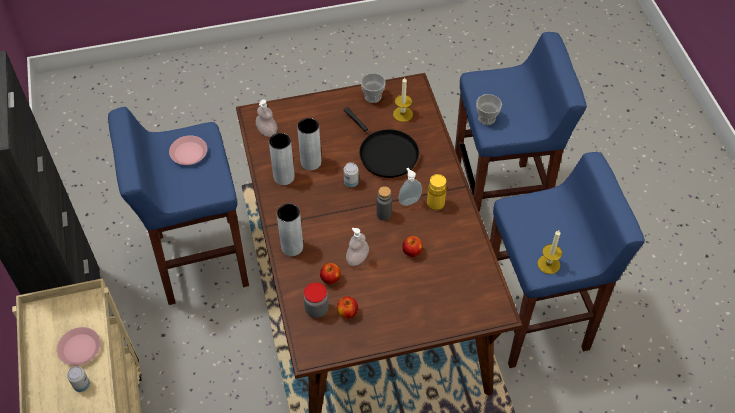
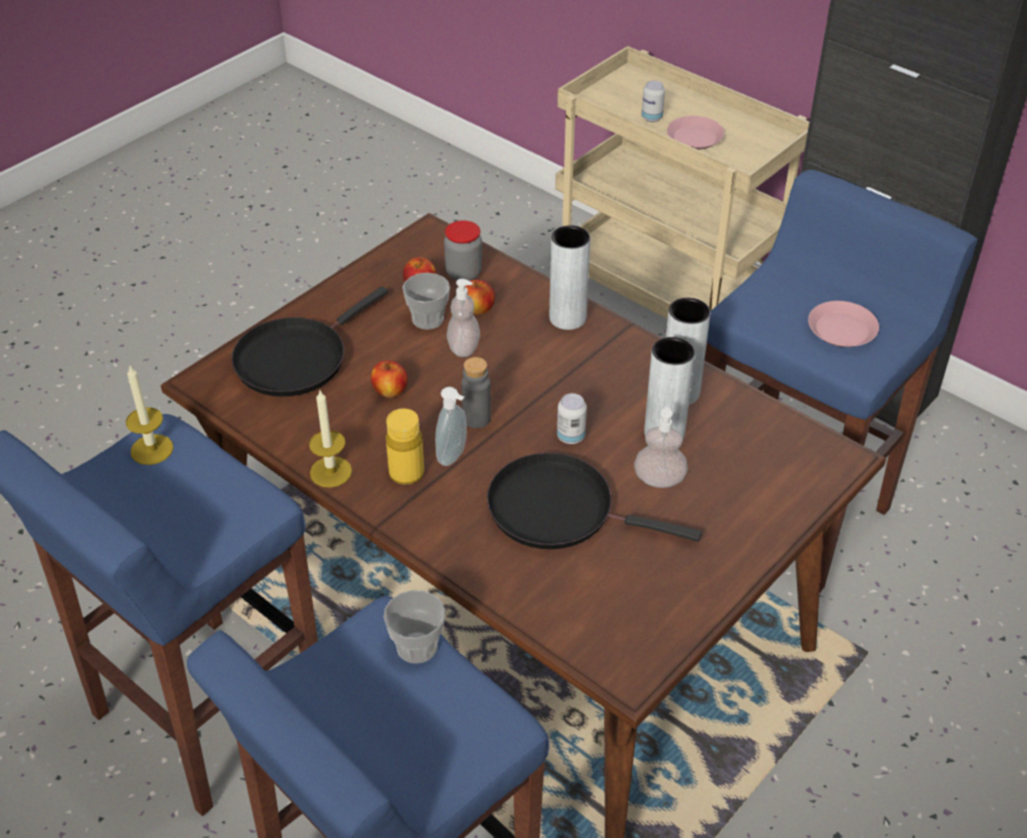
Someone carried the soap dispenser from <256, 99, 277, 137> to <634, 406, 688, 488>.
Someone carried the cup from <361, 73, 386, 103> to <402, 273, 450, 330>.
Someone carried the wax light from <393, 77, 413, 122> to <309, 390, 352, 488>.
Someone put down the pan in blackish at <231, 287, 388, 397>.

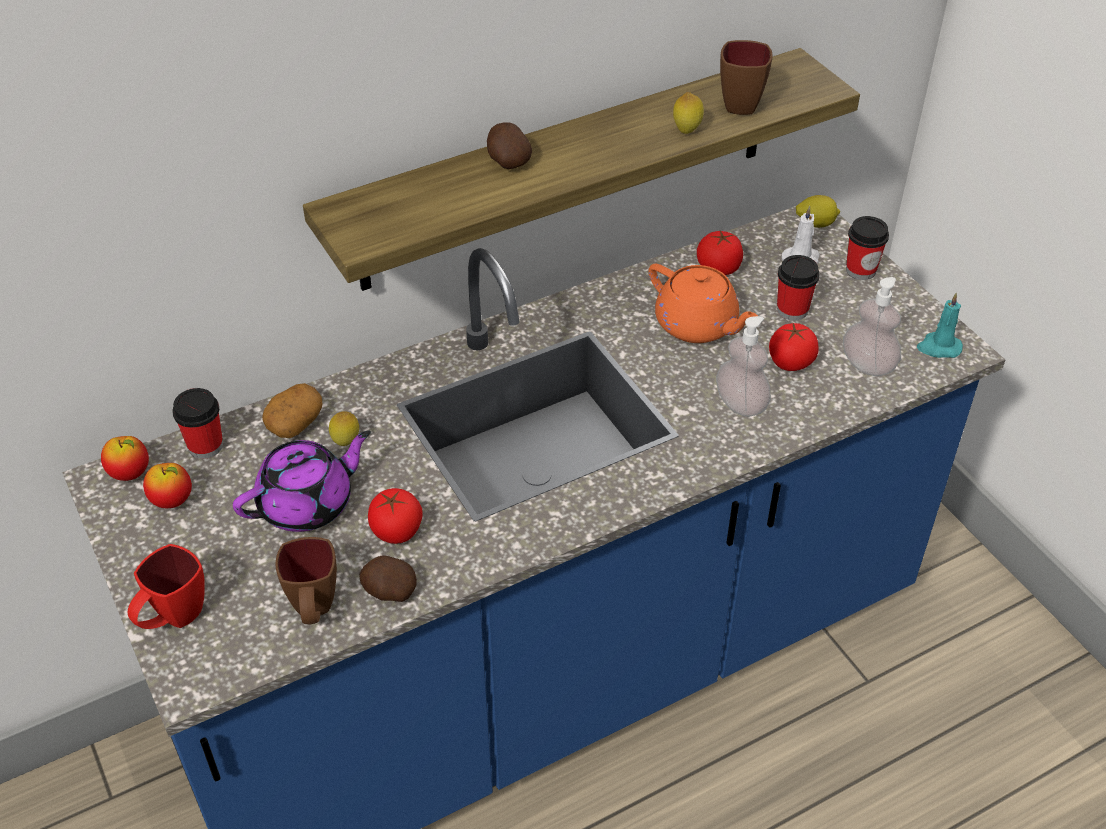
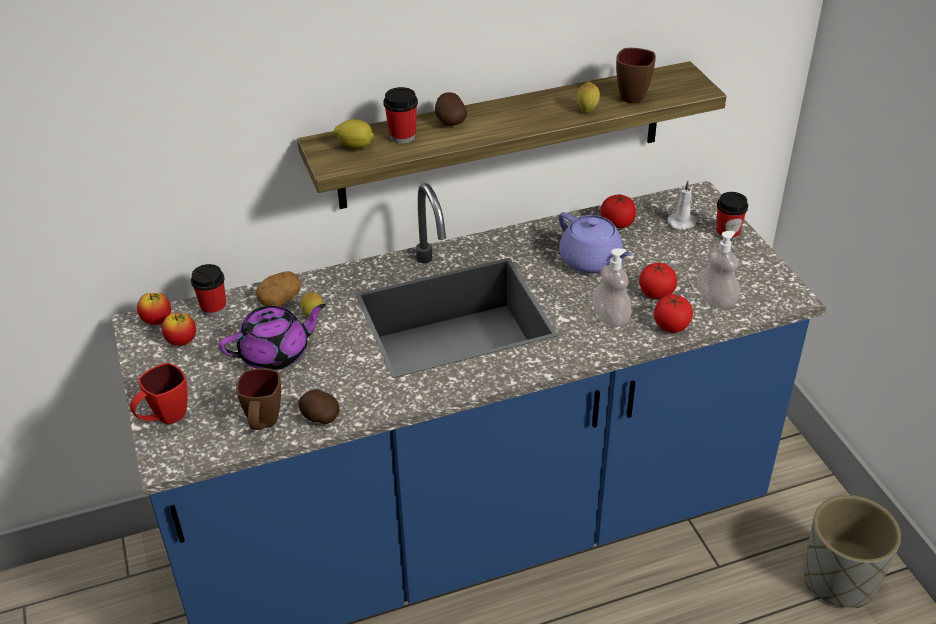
Someone carried the tomato from <368, 488, 423, 544> to <654, 295, 693, 333>.
Someone repainted the pot for tea in orange at <649, 264, 758, 343>, which became the pot for tea in purple-coloured at <559, 212, 632, 274>.
Someone carried the cup from <777, 255, 820, 321> to <383, 87, 418, 144>.
Someone carried the lemon from <796, 195, 840, 228> to <334, 119, 374, 149>.
Someone took away the wax light in turquoise at <917, 293, 963, 358>.
Someone put down the plant pot in greyish at <804, 495, 901, 608>.

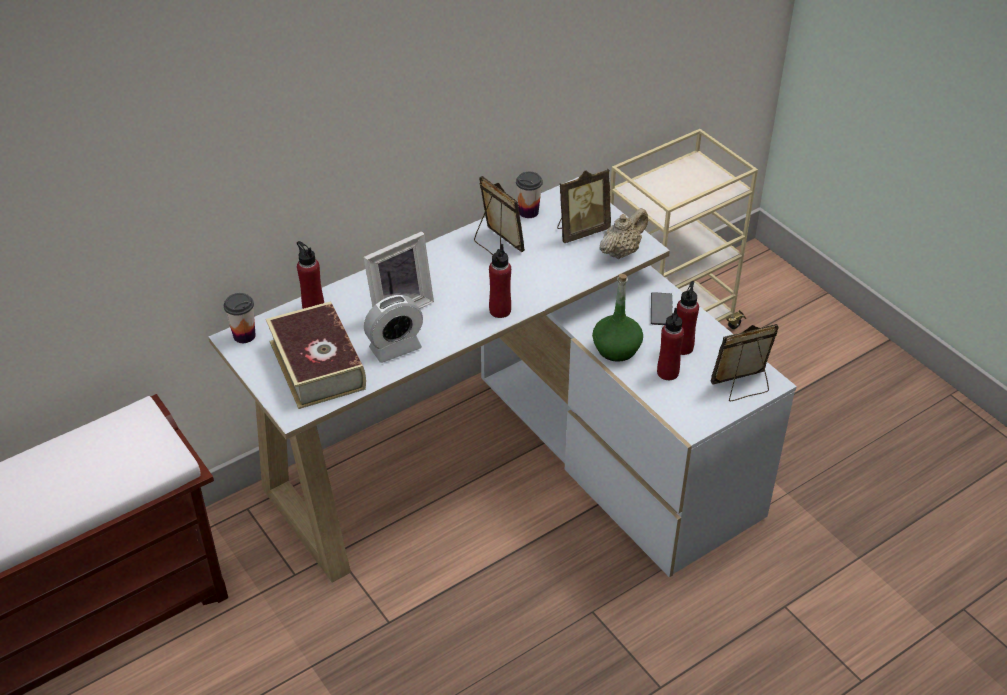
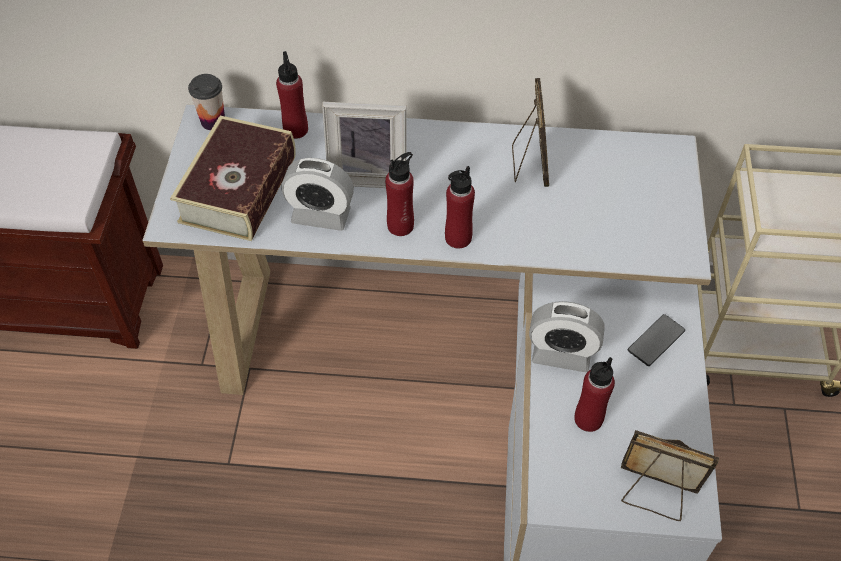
Someone took away the cup at <516, 172, 543, 218>.
Someone took away the picture frame at <557, 169, 611, 243>.
Someone swapped the drink bottle in green at <592, 274, 643, 362> for the alarm clock at <529, 301, 605, 373>.
Someone took away the pot for tea in beige-coloured at <599, 208, 648, 259>.
Someone carried the drink bottle in reddish from <677, 281, 699, 355> to <385, 152, 414, 236>.

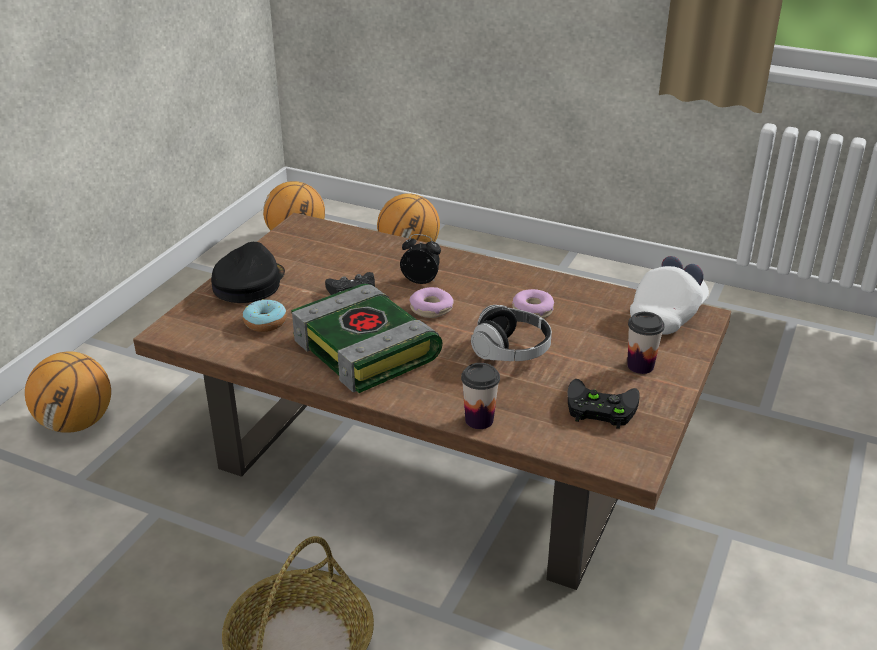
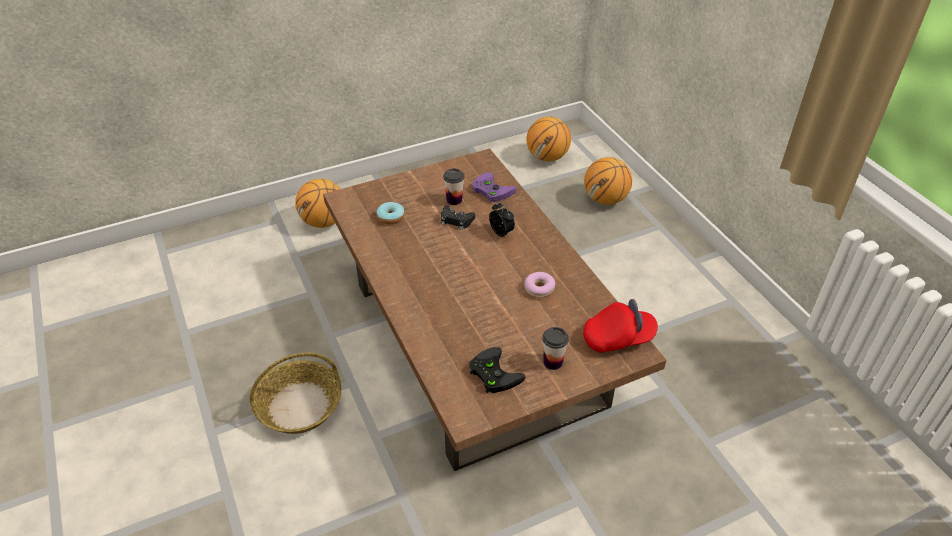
Someone took away the baseball cap in blackish at <211, 242, 285, 303>.
Someone took away the volume at <291, 283, 443, 393>.
Someone took away the doughnut at <409, 287, 454, 318>.
Someone carried the cup from <461, 363, 500, 429> to <443, 168, 464, 205>.
Someone took away the headset at <471, 305, 552, 361>.
Someone repainted the baseball cap in white-coloured at <630, 256, 709, 335>, which became the baseball cap in reddish at <583, 299, 658, 353>.
Someone put down the game controller in purple-coloured at <472, 172, 517, 203>.

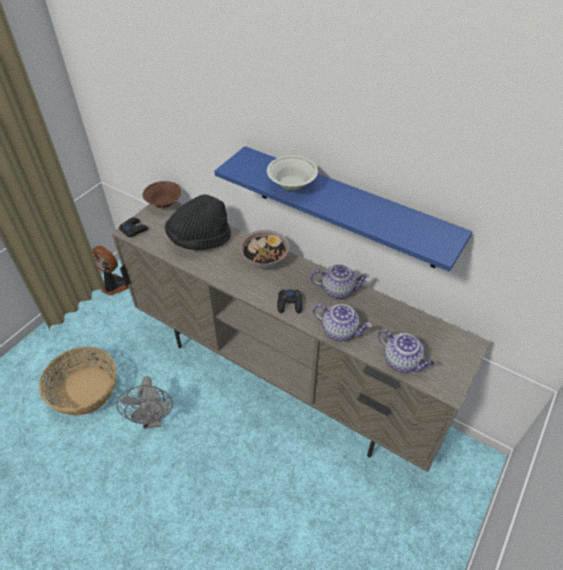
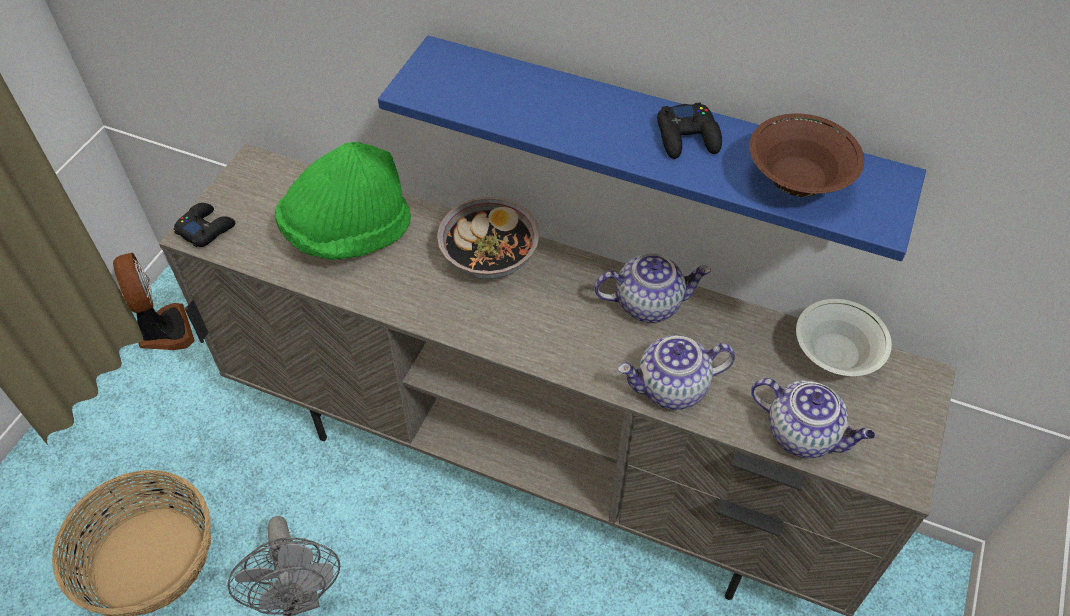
Someone rotated the cooling fan at <92, 246, 129, 296> by 45 degrees clockwise.
Someone carried the serving bowl in brownish from <143, 181, 181, 208> to <749, 113, 864, 197>.
Someone repainted the clothing hat in blackish at <165, 194, 231, 250>, which became the clothing hat in green at <275, 142, 411, 260>.
Someone carried the serving bowl in white-coloured from <267, 155, 318, 191> to <796, 299, 892, 376>.
Someone carried the game controller in blackish from <277, 290, 303, 313> to <657, 102, 722, 159>.
Someone rotated the pot for tea at <313, 304, 372, 341> by 150 degrees clockwise.

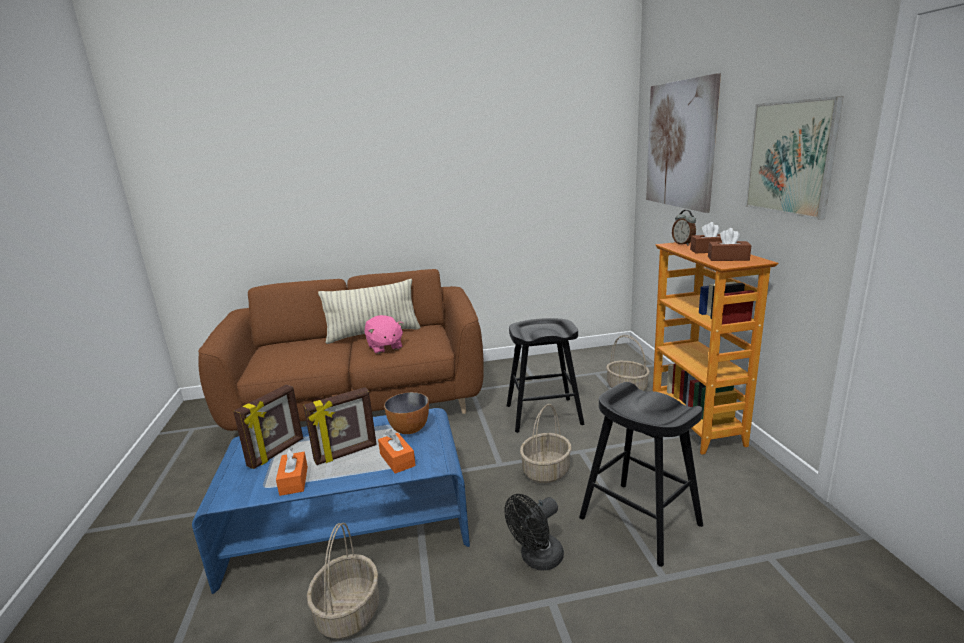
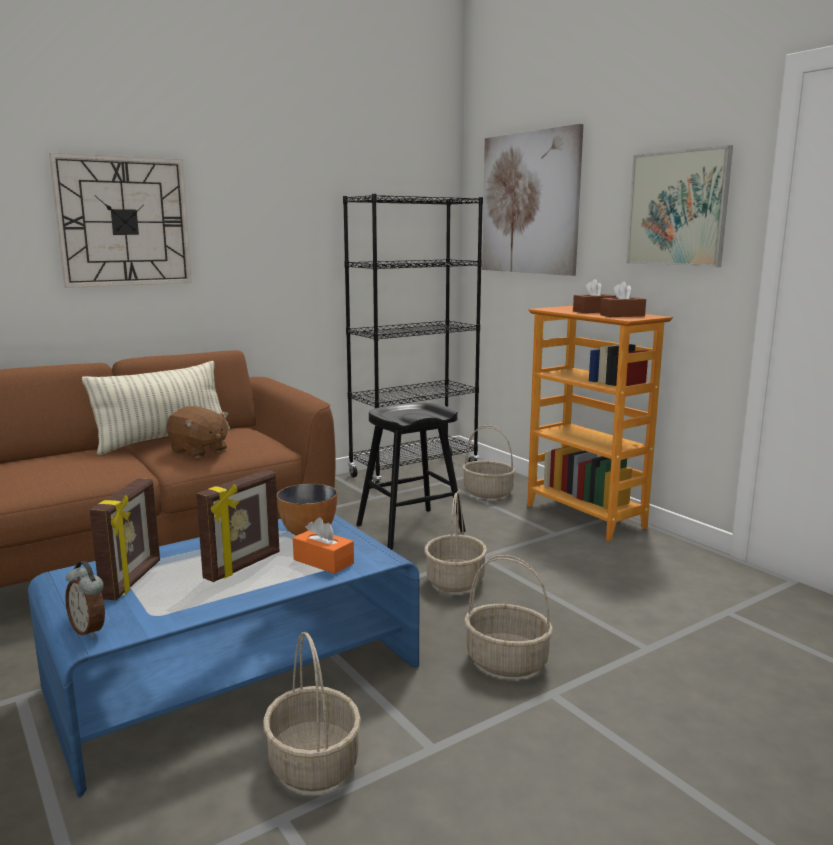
Someone took away the tissue box in orange at <276, 448, 308, 496>.
Someone repainted the soft toy in pink-coloured at <365, 315, 403, 354>, which became the soft toy in brownish at <166, 406, 229, 458>.
Someone swapped the cooling fan in blackish at <505, 494, 564, 571> for the basket at <464, 555, 553, 677>.
Someone took away the stool seat in blackish at <579, 382, 703, 567>.
Someone carried the alarm clock from <672, 210, 696, 246> to <65, 561, 105, 638>.
Someone put up the hanging clock at <49, 153, 192, 288>.
Someone put down the bookcase in blackish at <343, 194, 483, 489>.

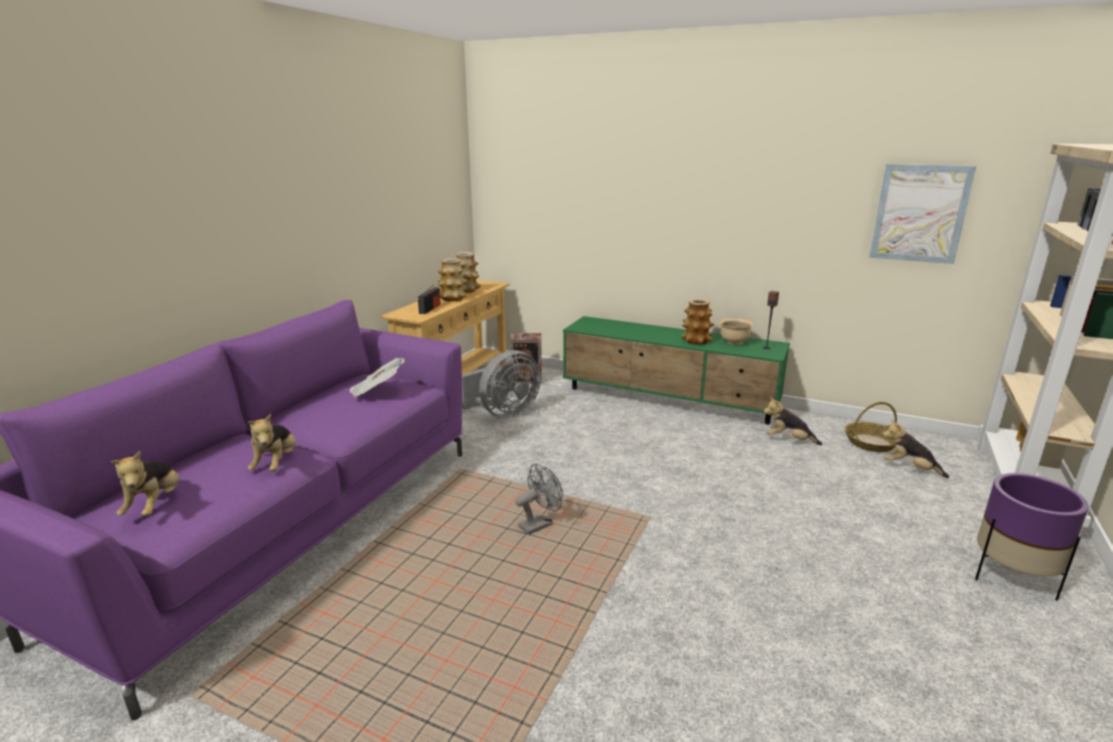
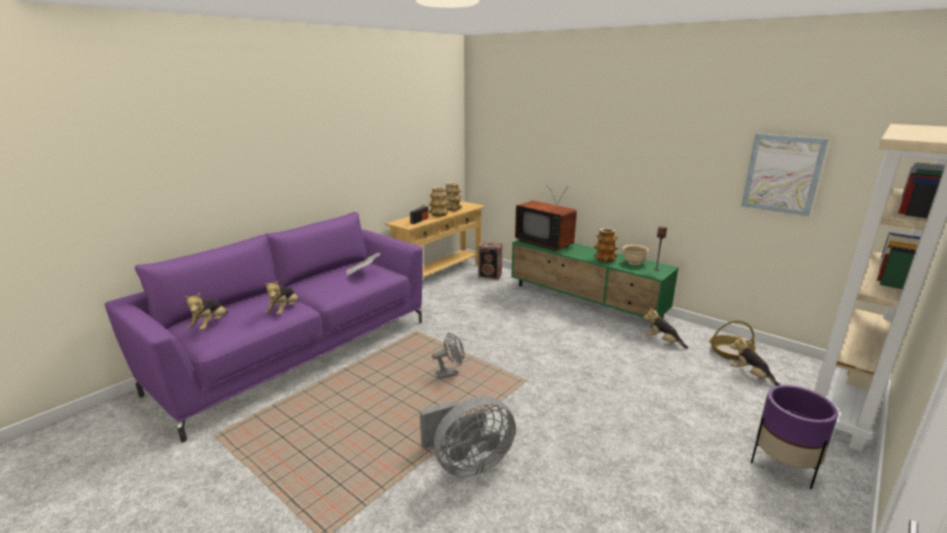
Someone carried the cooling fan in greyish from <462, 350, 541, 418> to <420, 396, 516, 477>.
Someone put down the TV set at <515, 187, 577, 251>.

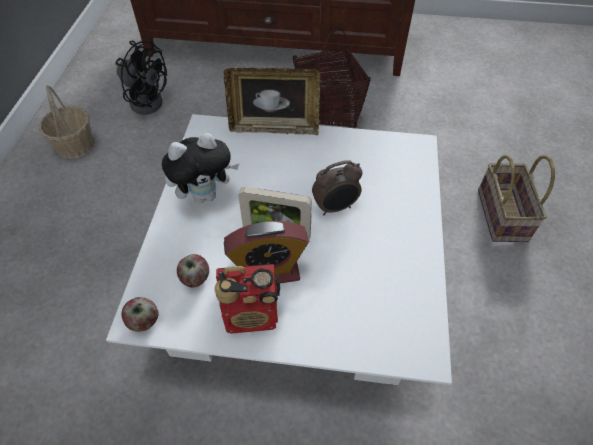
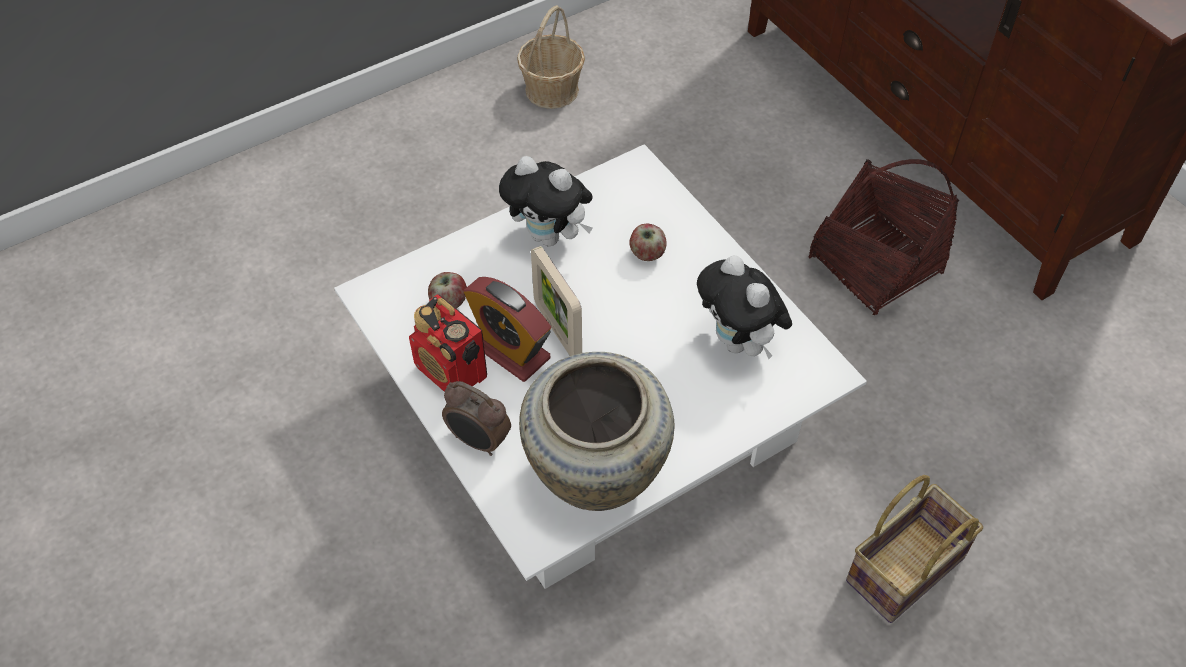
Someone took away the cooling fan in blackish at <115, 41, 167, 115>.
Someone carried the apple from <122, 297, 159, 332> to <629, 223, 667, 261>.
Someone took away the picture frame at <224, 68, 320, 135>.
Someone carried the alarm clock from <312, 160, 362, 215> to <442, 381, 511, 456>.
Someone put down the decorative vase in beige-coloured at <519, 352, 675, 511>.
Someone put down the soft toy at <697, 255, 792, 359>.

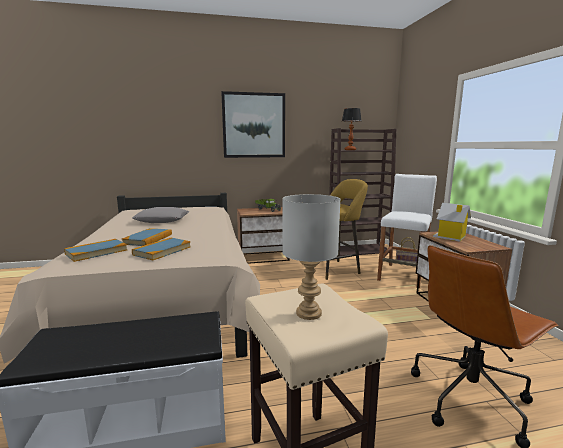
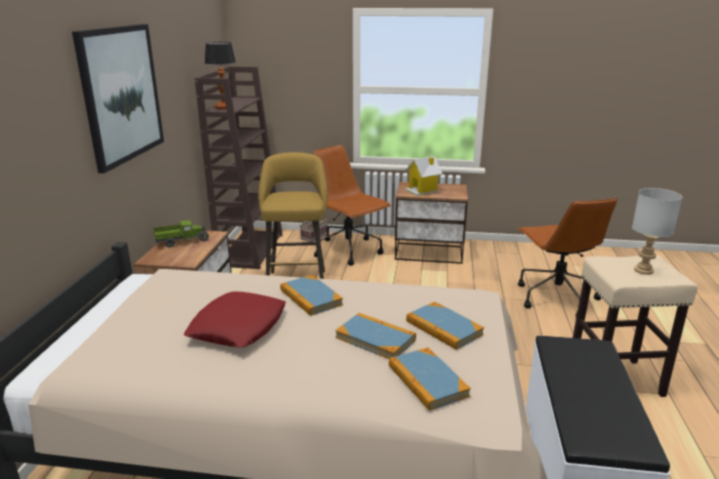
Someone repainted the cushion in greyish at <132, 207, 189, 223>, which became the cushion in reddish at <184, 292, 286, 347>.
Someone swapped the stool seat in white-coloured at <377, 174, 437, 289> for the computer chair in brownish at <313, 145, 391, 266>.
Someone put down the volume at <280, 275, 343, 316>.

